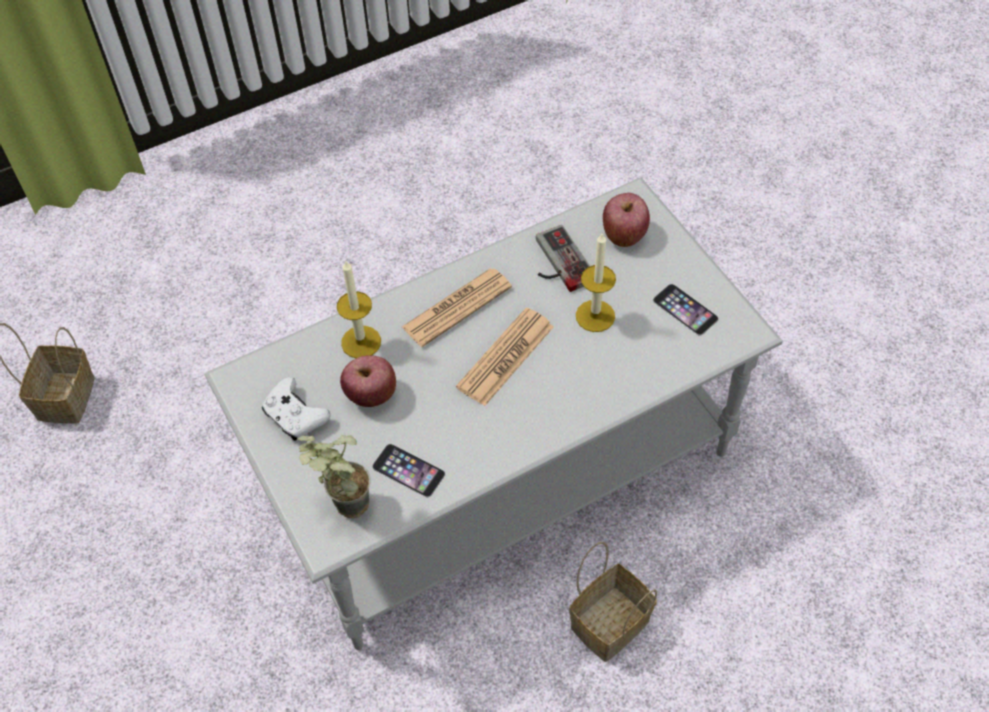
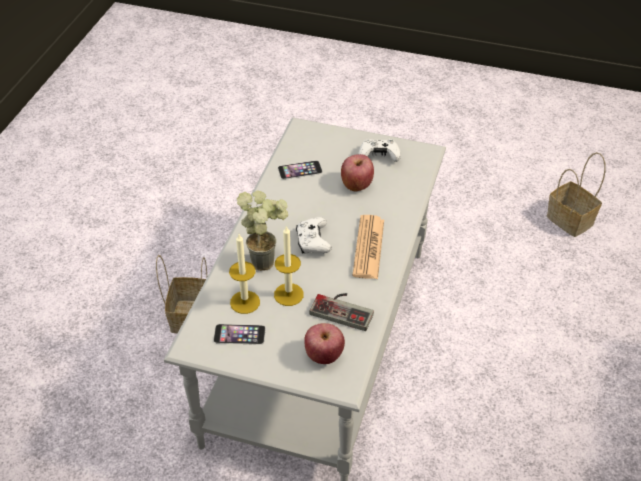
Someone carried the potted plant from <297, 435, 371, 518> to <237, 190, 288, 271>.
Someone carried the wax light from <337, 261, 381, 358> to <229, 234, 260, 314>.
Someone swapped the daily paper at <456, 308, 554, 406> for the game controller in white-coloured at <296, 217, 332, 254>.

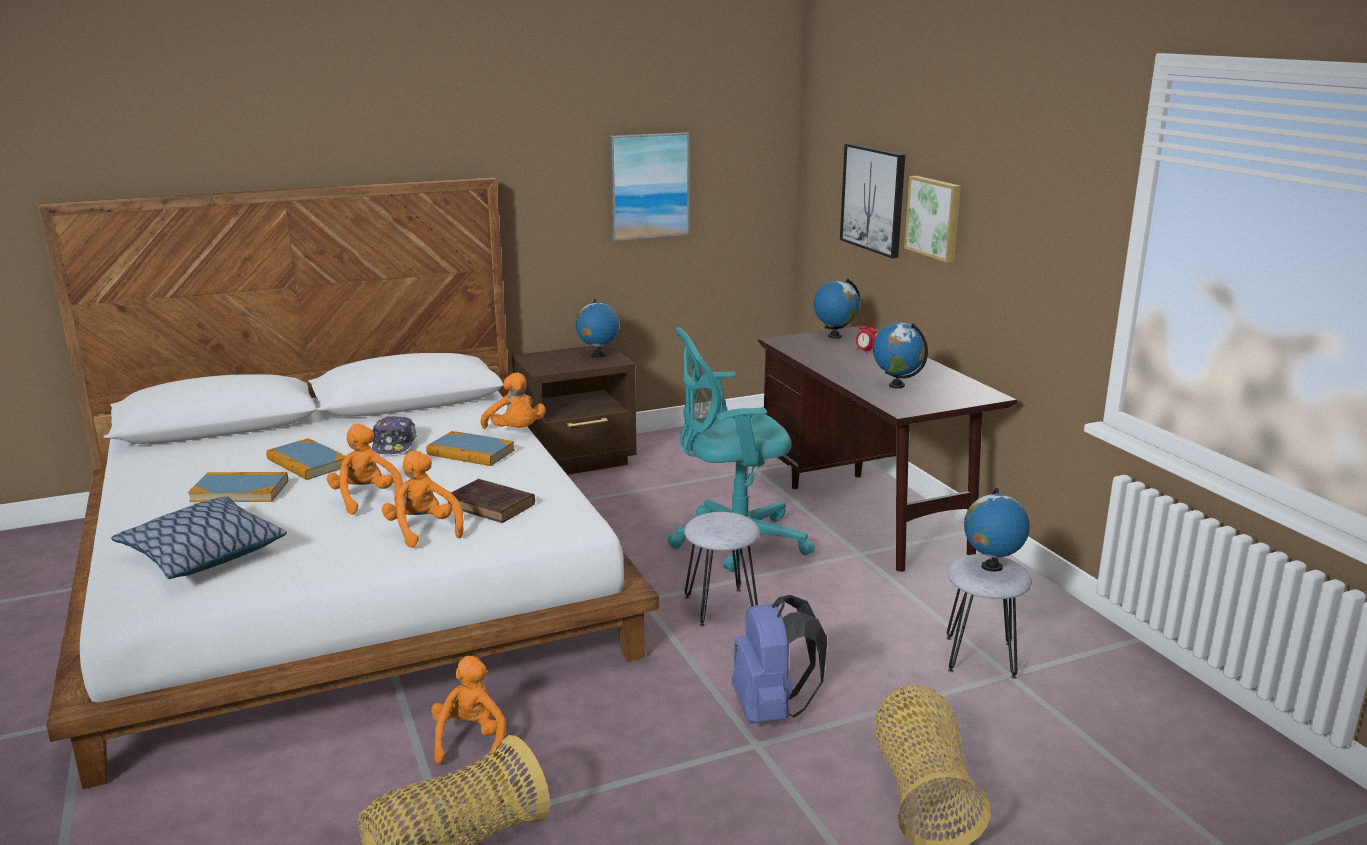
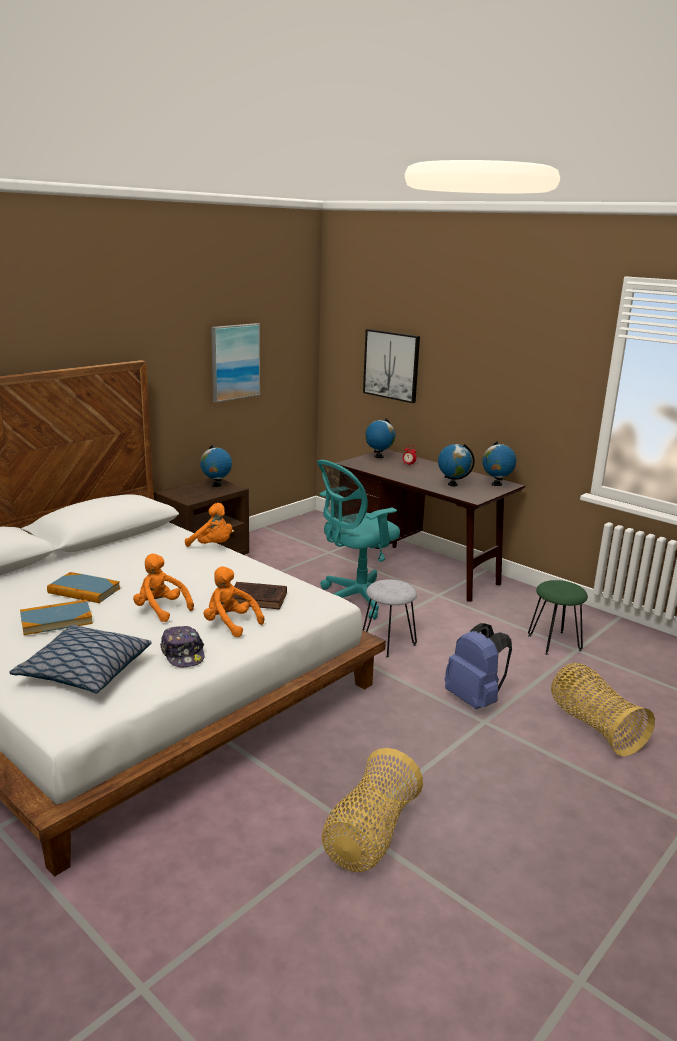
Someone carried the baseball cap from <372, 416, 417, 454> to <160, 626, 205, 667>.
Someone took away the volume at <426, 431, 515, 466>.
Someone took away the soft toy in orange at <431, 656, 506, 764>.
Someone took away the wall art at <904, 176, 961, 263>.
Someone repainted the stool seat in greyish at <946, 554, 1032, 679>, which became the stool seat in green at <528, 580, 588, 655>.
Someone carried the globe from <964, 488, 1030, 572> to <482, 441, 516, 486>.

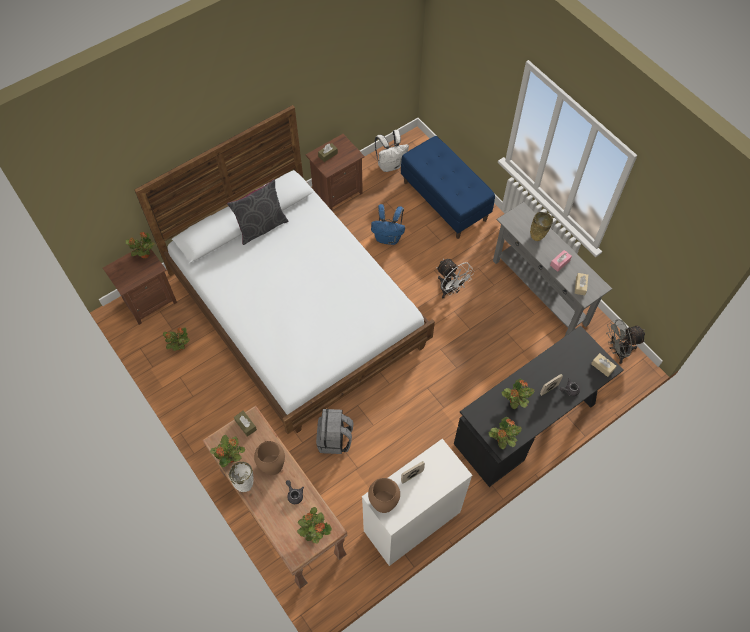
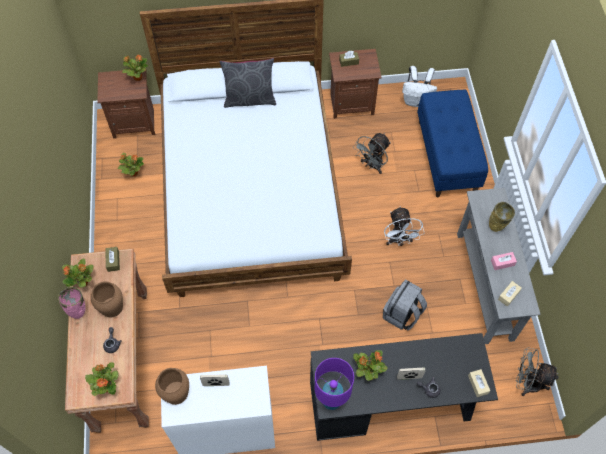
Someone repainted the decorative vase in white-coloured at <229, 461, 254, 492>, which became the decorative vase in pink-coloured at <58, 287, 86, 319>.
Someone carried the knapsack in greyish from <316, 409, 353, 454> to <383, 279, 427, 330>.
Someone swapped the knapsack in bluish at <371, 204, 405, 245> for the cooling fan in greyish at <353, 133, 391, 174>.
Someone swapped the potted plant at <489, 417, 522, 449> for the table lamp in purple-coloured at <315, 358, 354, 410>.

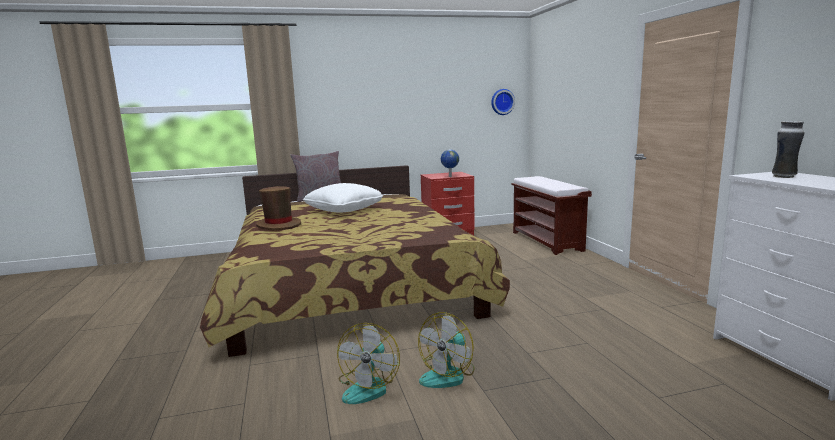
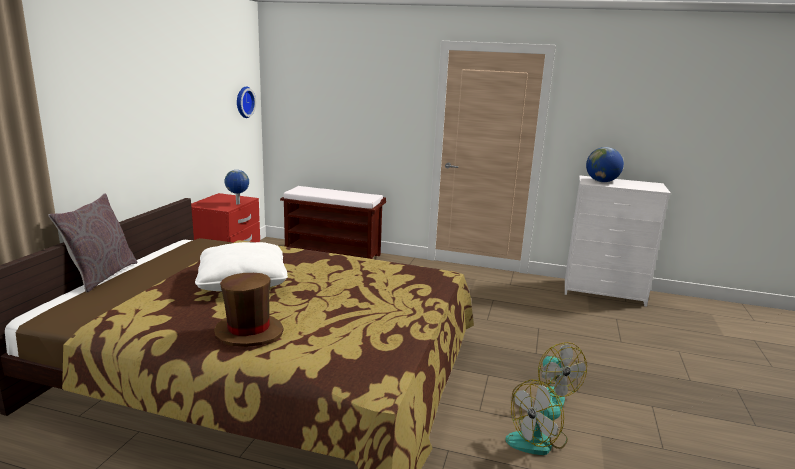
Someone rotated the cooling fan at <337, 323, 400, 404> by 105 degrees clockwise.
Someone swapped the decorative vase at <772, 121, 805, 178> for the globe at <586, 147, 624, 182>.

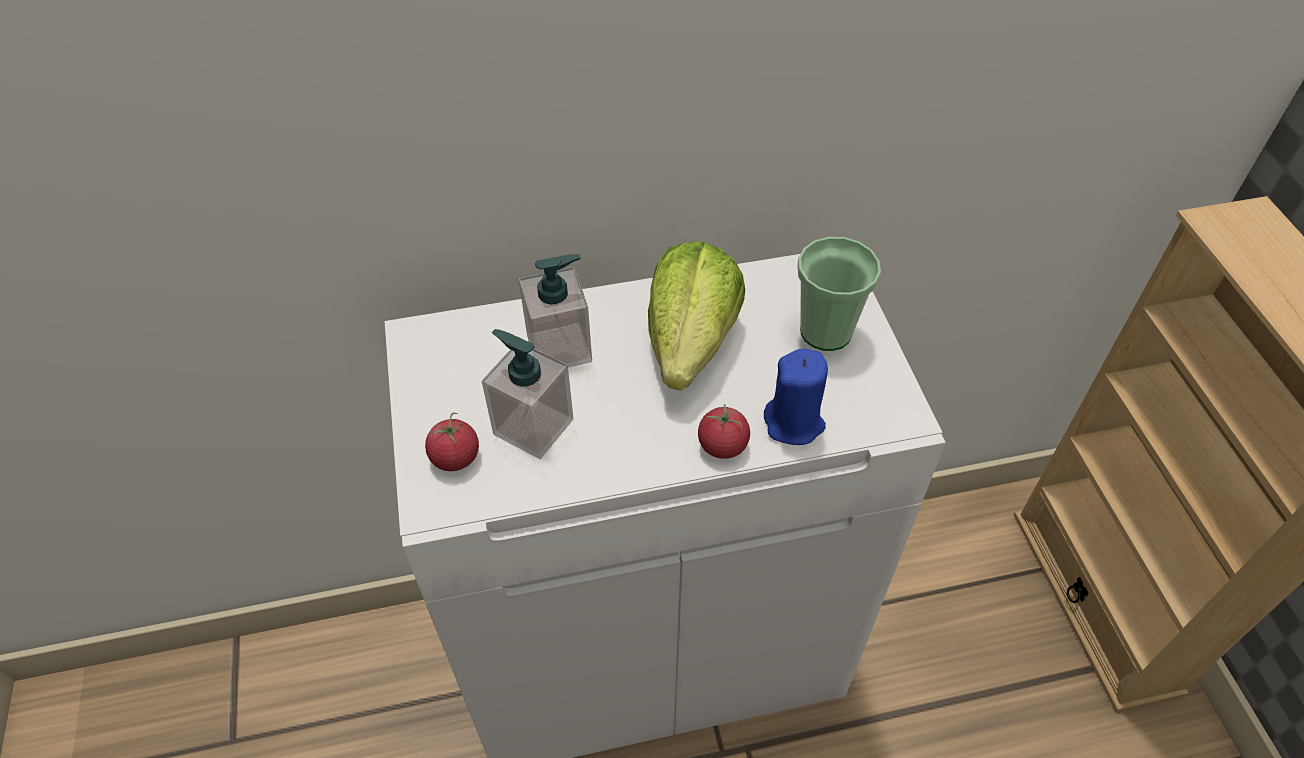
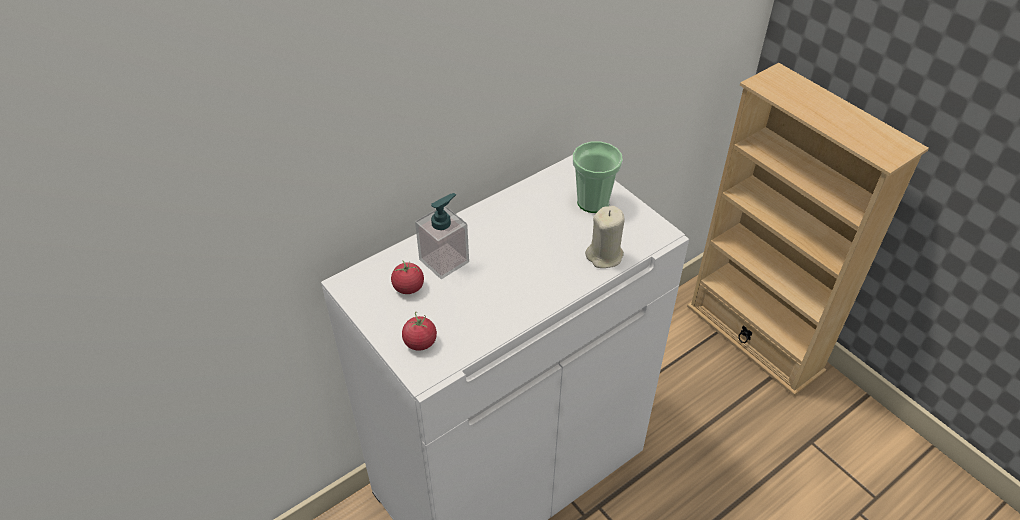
Someone took away the soap dispenser at <482, 329, 574, 459>.
Someone took away the head of lettuce at <648, 241, 745, 391>.
Someone carried the tomato from <698, 404, 750, 459> to <391, 260, 424, 294>.
Someone repainted the wax light in bluish at <764, 348, 828, 445>, which became the wax light in beige-coloured at <585, 206, 625, 268>.

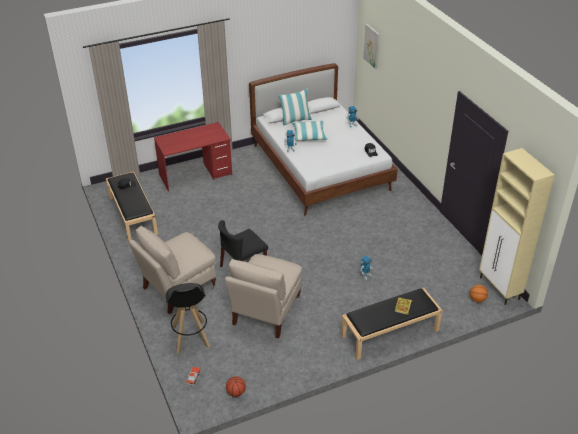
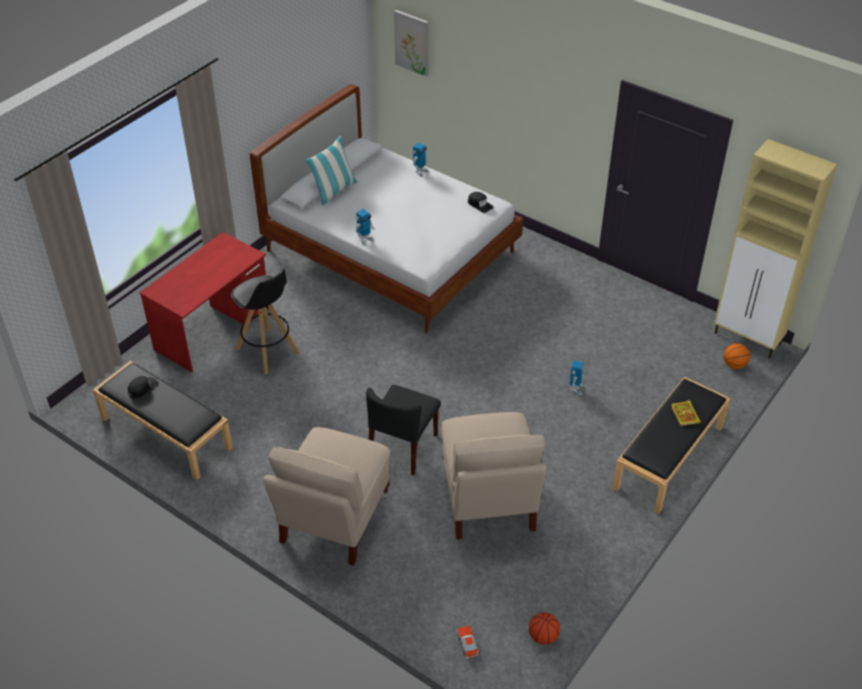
Someone carried the stool seat in blackish from <166, 283, 210, 354> to <231, 269, 300, 374>.
Someone took away the cushion at <292, 121, 328, 141>.

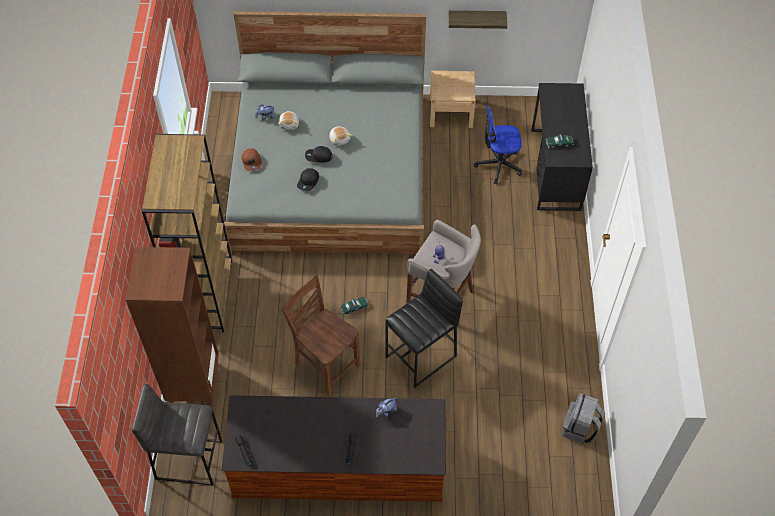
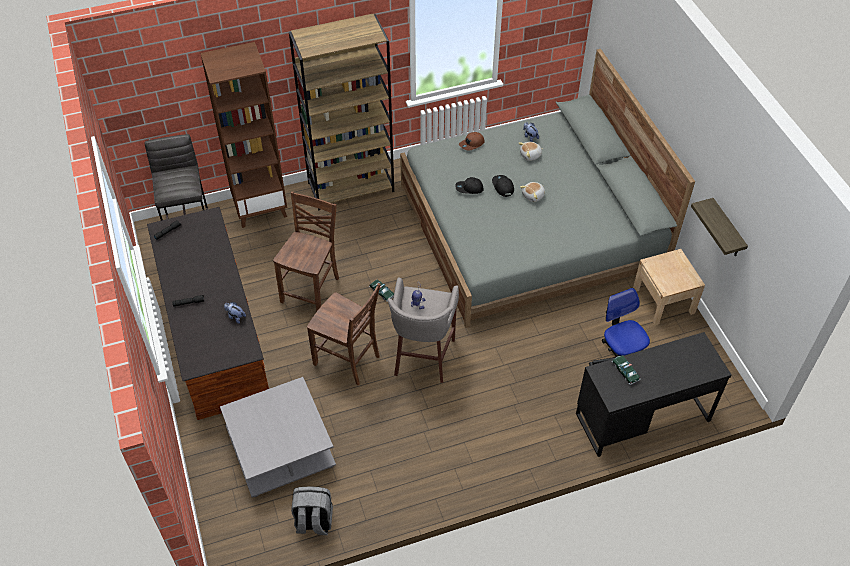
Someone swapped the stool seat in blackish at <385, 269, 463, 388> for the chair in brownish at <307, 283, 381, 385>.
Someone put down the coffee table in greyish at <220, 377, 336, 498>.

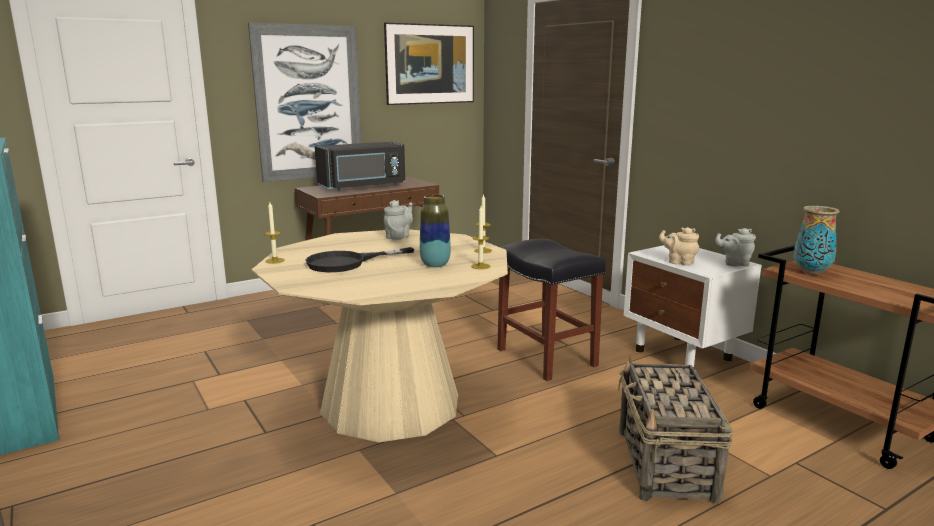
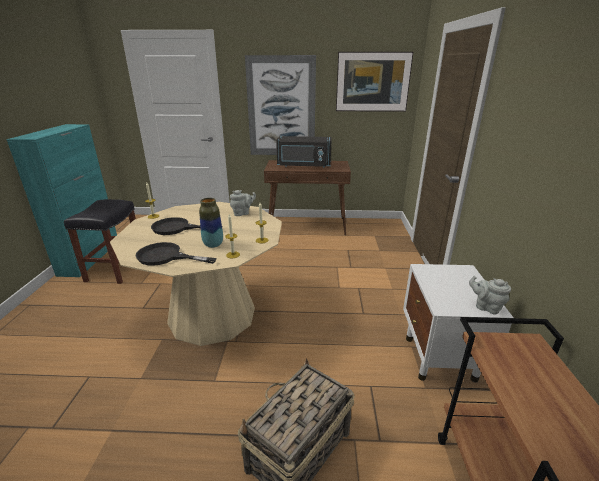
Someone carried the stool seat in blackish from <497, 239, 606, 381> to <64, 199, 136, 284>.
Someone took away the pot for tea in beige-coloured at <659, 227, 699, 266>.
Someone took away the decorative vase at <794, 206, 840, 275>.
Someone put down the pan in blackish at <135, 242, 217, 266>.

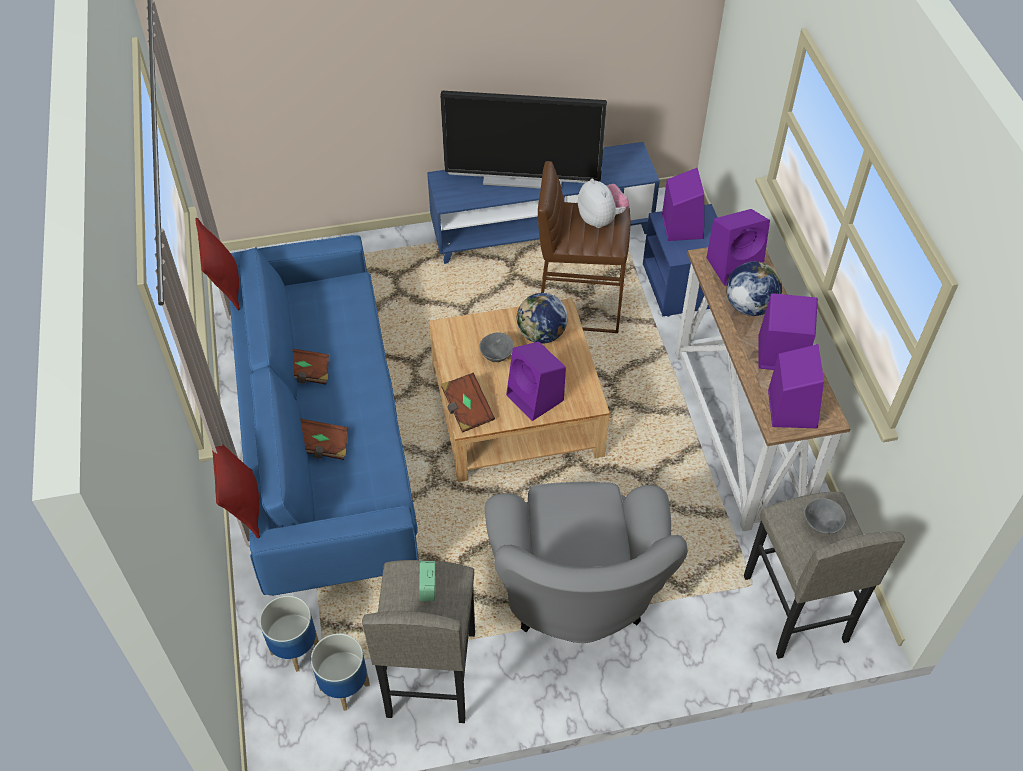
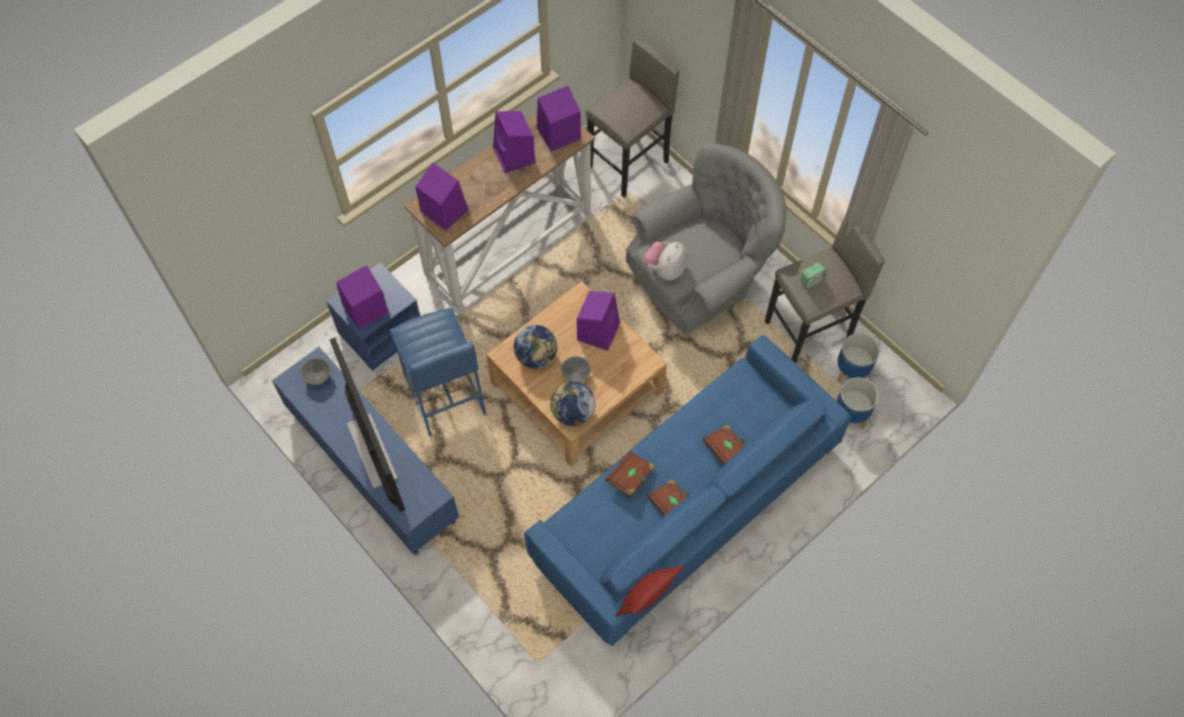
Someone took away the cushion in reddish at <212, 444, 260, 538>.
Someone carried the volume in brownish from <441, 373, 495, 433> to <606, 451, 655, 497>.
Someone repainted the stool seat in brownish at <538, 161, 631, 333>, which became the stool seat in bluish at <390, 307, 486, 437>.
Someone carried the soft toy from <578, 179, 629, 228> to <644, 241, 687, 281>.
Someone carried the globe from <726, 261, 782, 316> to <550, 382, 595, 426>.
Someone carried the serving bowl in greyish from <804, 498, 846, 534> to <301, 358, 331, 385>.

